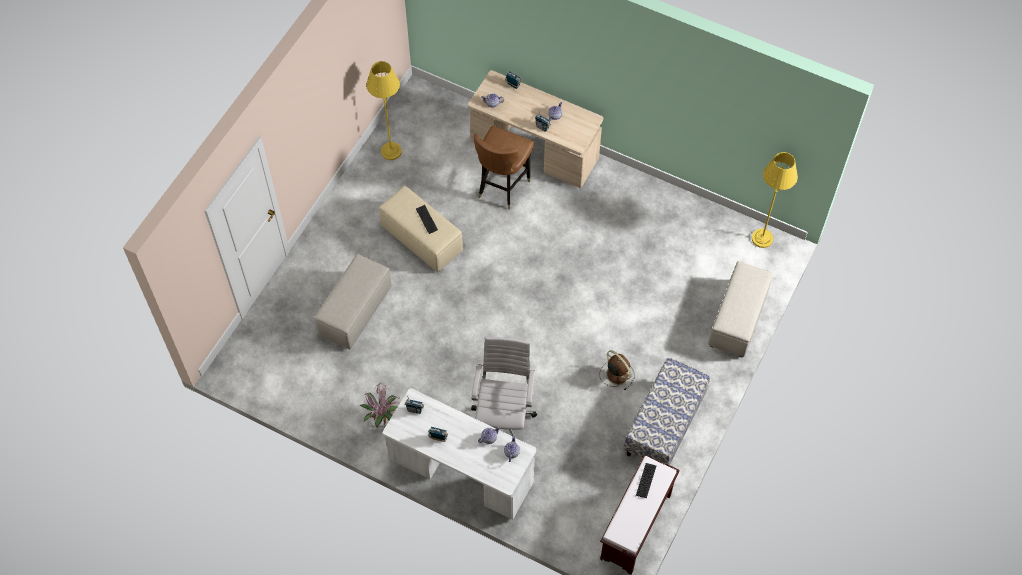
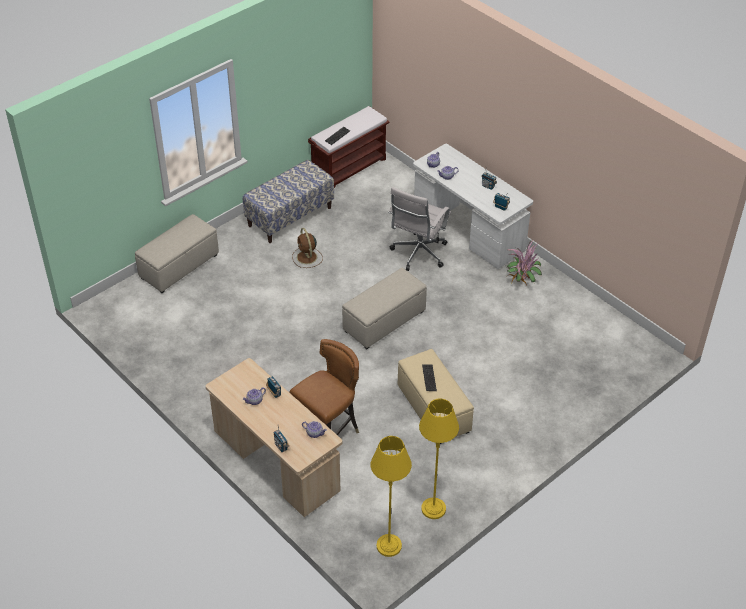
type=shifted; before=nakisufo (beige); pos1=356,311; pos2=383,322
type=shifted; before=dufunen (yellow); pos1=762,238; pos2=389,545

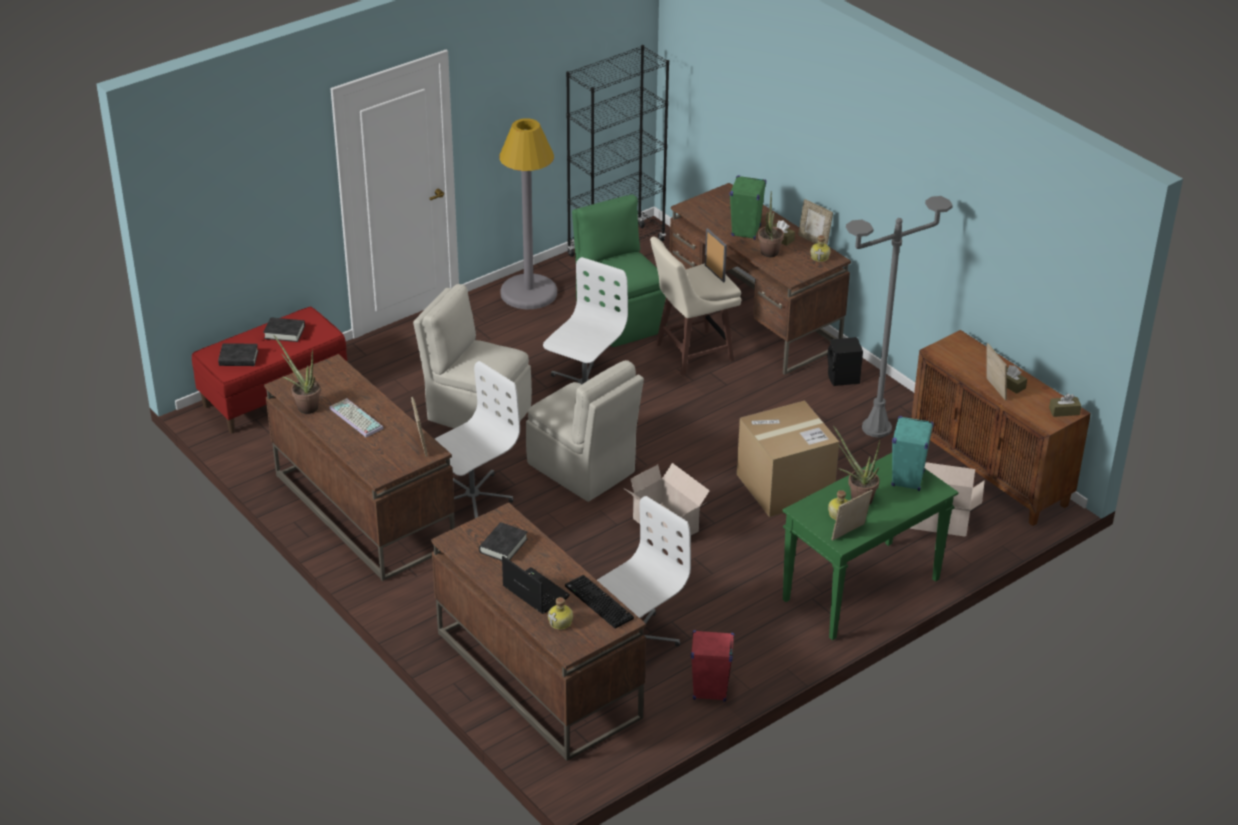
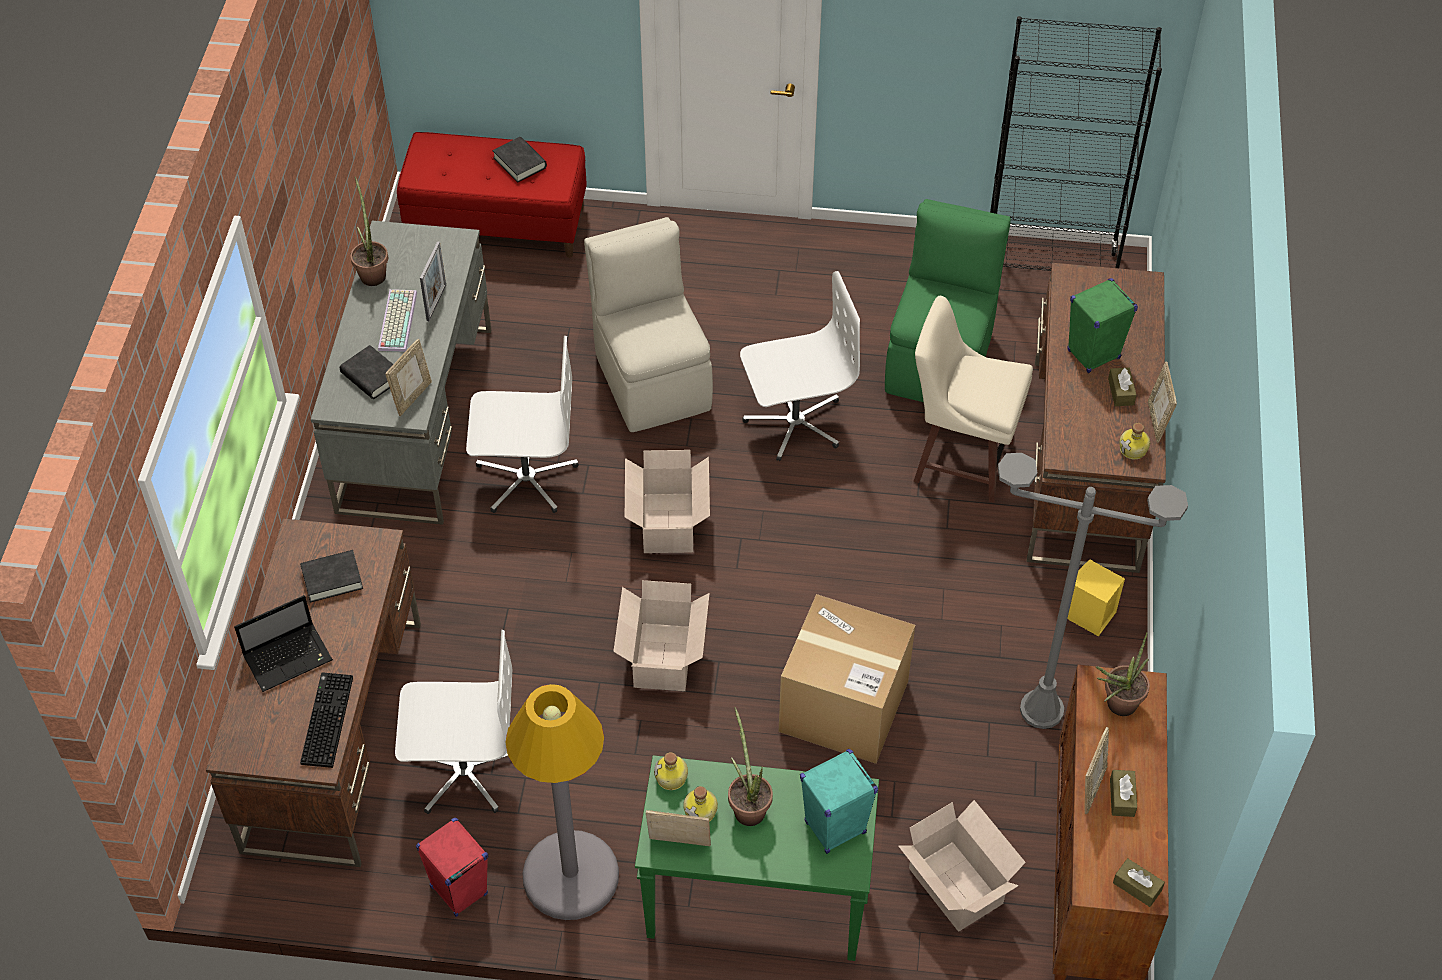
type=shifted; before=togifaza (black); pos1=238,358; pos2=371,376
type=repainted; before=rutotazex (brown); after=rutotazex (grey); pos1=363,510; pos2=416,418
type=shifted; before=dufunen (grey); pos1=528,293; pos2=571,875
type=rotated; before=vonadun; pos1=534,592; pos2=289,657; turn=60
type=swapped; before=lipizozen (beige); after=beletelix; pos1=582,469; pos2=667,525
type=shifted; before=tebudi; pos1=561,622; pos2=672,778
type=shifted; before=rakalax; pos1=714,273; pos2=436,302
type=shifted; before=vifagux; pos1=768,254; pos2=1116,707
type=repainted; before=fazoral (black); after=fazoral (yellow); pos1=843,378; pos2=1088,615

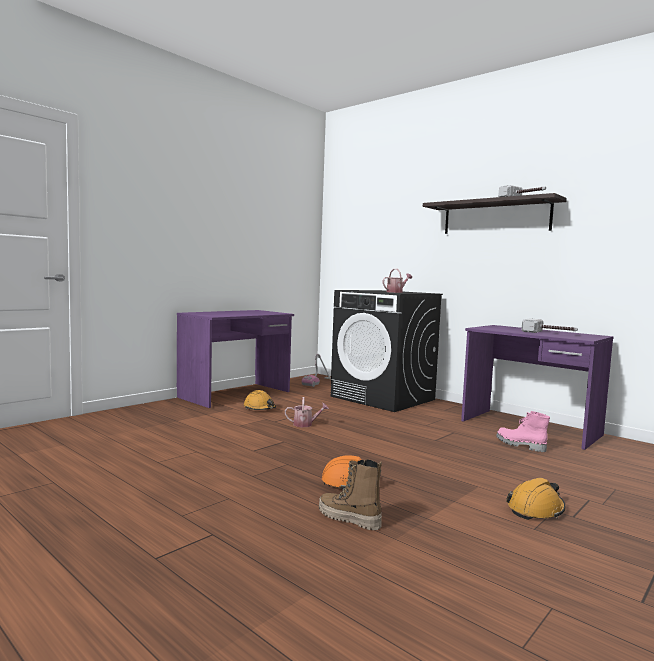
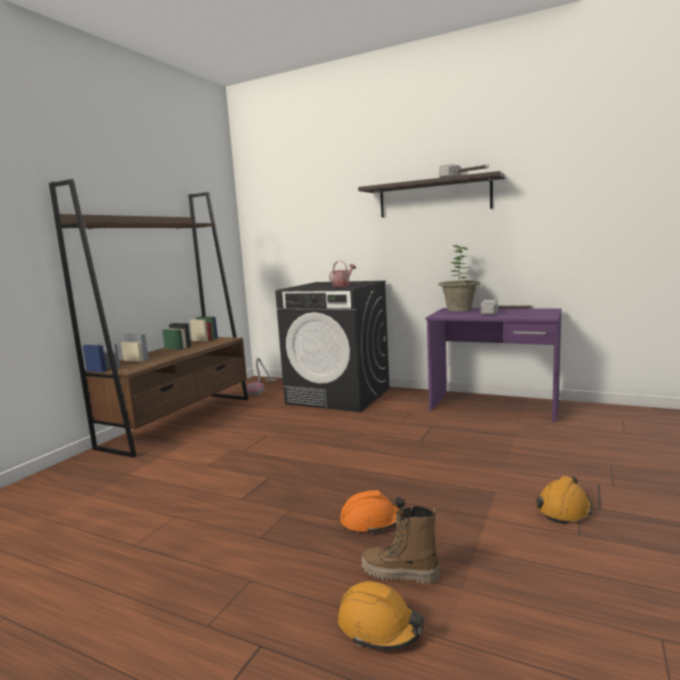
type=swapped; before=rutotazex (purple); after=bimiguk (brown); pos1=236,394; pos2=180,421
type=shifted; before=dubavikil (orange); pos1=259,408; pos2=379,626
type=gone; before=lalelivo; pos1=305,424
type=gone; before=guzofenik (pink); pos1=520,445
type=new; after=vifagux; pos2=459,309

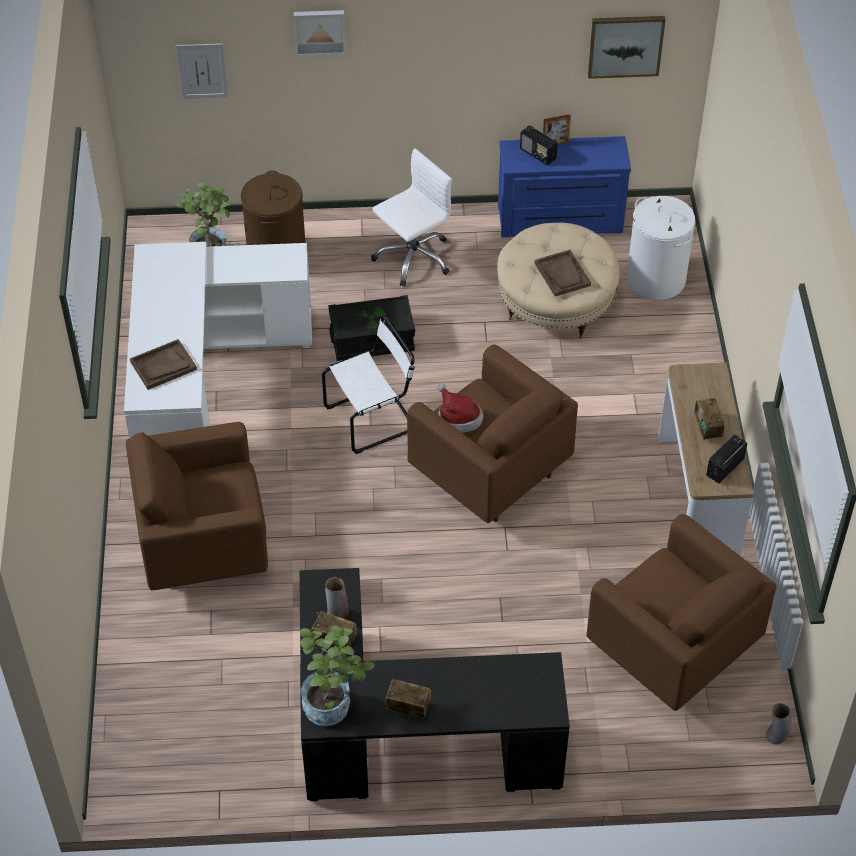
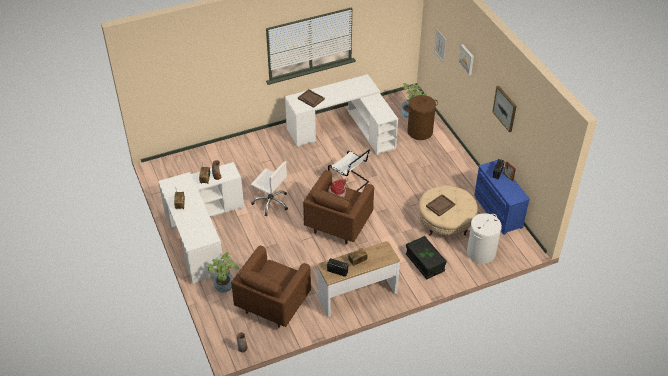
type=gone; before=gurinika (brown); pos1=203,545
type=repainted; before=rutotazex (black); after=rutotazex (white); pos1=405,739; pos2=201,233
type=shifted; before=vifagux; pos1=334,705; pos2=224,288
type=shifted; before=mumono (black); pos1=372,340; pos2=425,263
type=shifted; before=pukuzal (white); pos1=412,257; pos2=271,202
type=shifted; before=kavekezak; pos1=625,45; pos2=505,108

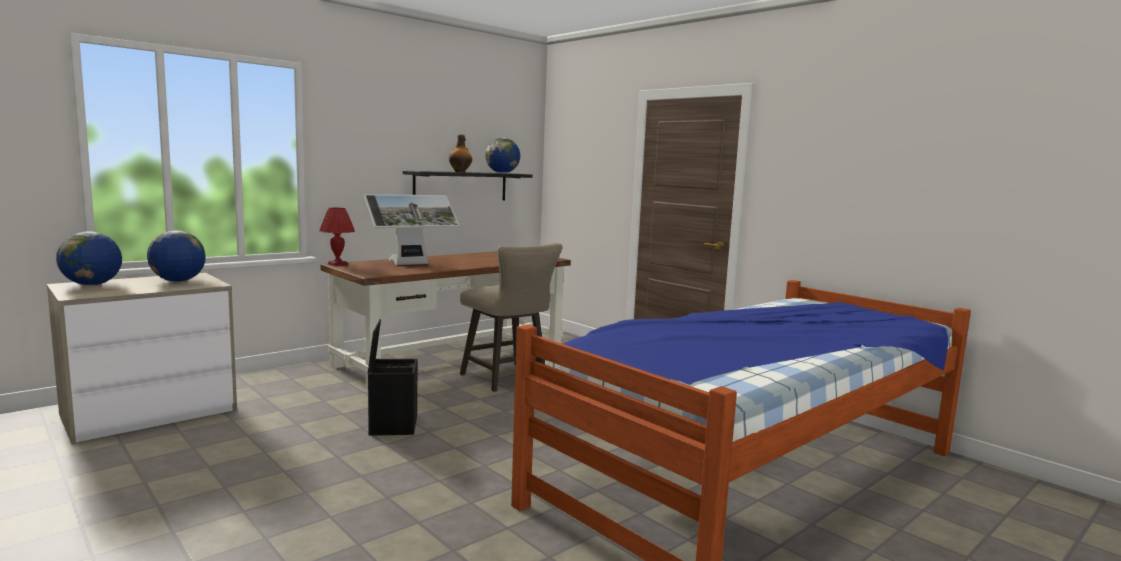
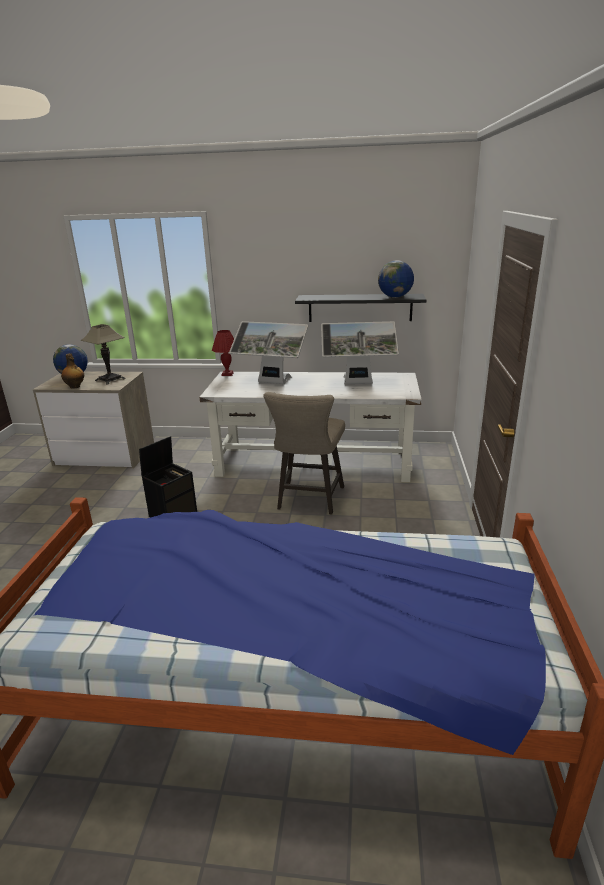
type=swapped; before=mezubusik; after=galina; pos1=178,281; pos2=110,379
type=repainted; before=rutotazex (brown); after=rutotazex (white); pos1=453,357; pos2=314,462
type=shifted; before=tebudi; pos1=460,172; pos2=75,387
type=new; after=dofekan; pos2=358,383

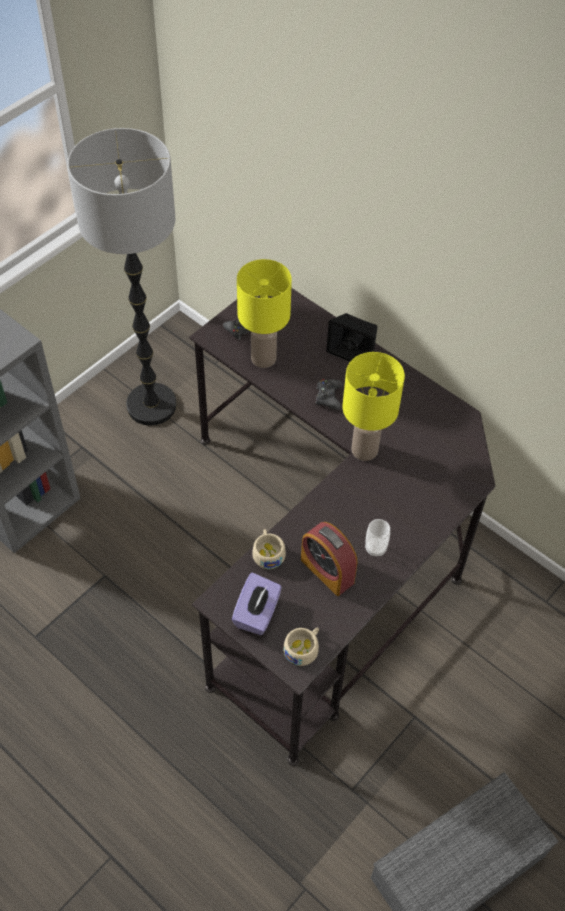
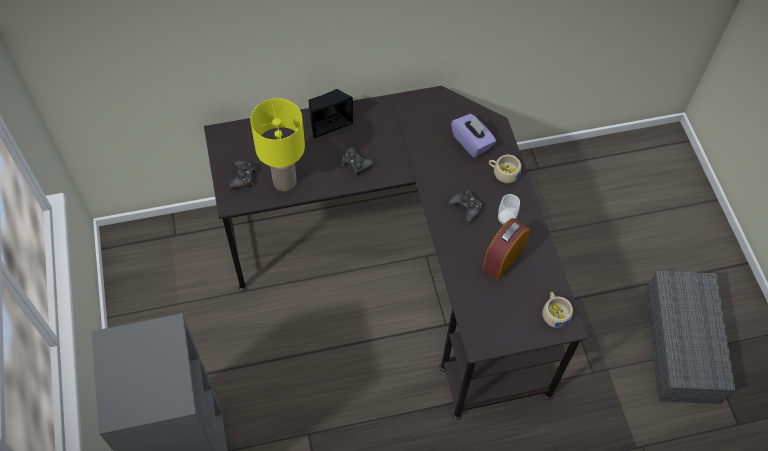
type=gone; before=dufunen; pos1=152,405
type=shifted; before=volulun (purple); pos1=257,613; pos2=472,142
type=shifted; before=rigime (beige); pos1=268,553; pos2=503,172
type=rotated; before=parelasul; pos1=327,571; pos2=503,259; turn=135
type=gone; before=galina (yellow); pos1=365,449
type=new; after=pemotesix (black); pos2=467,207

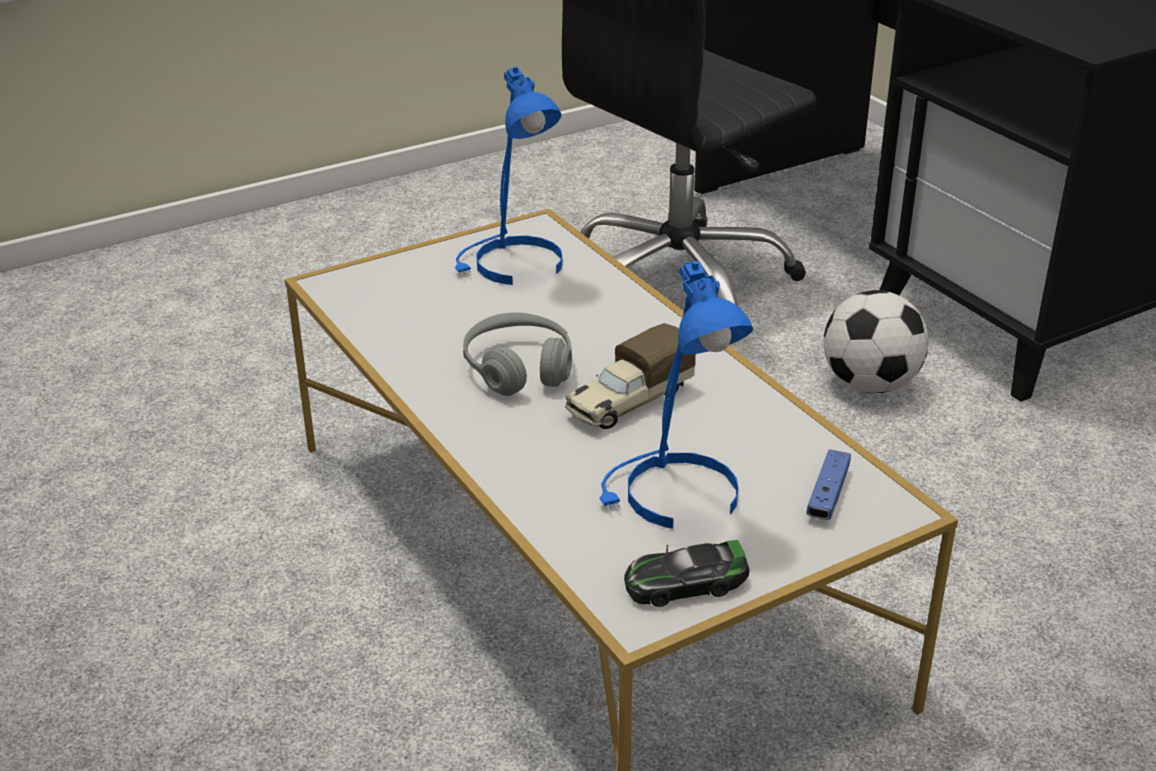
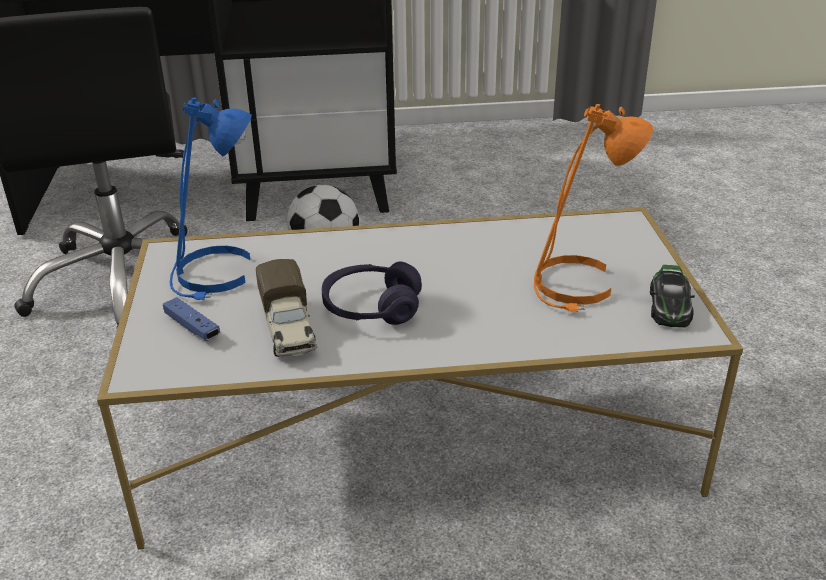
type=repainted; before=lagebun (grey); after=lagebun (purple); pos1=518,369; pos2=372,308
type=shifted; before=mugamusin; pos1=628,402; pos2=288,329
type=repainted; before=galina (blue); after=galina (orange); pos1=674,497; pos2=576,286
type=shifted; before=pemotesix (blue); pos1=827,495; pos2=192,327

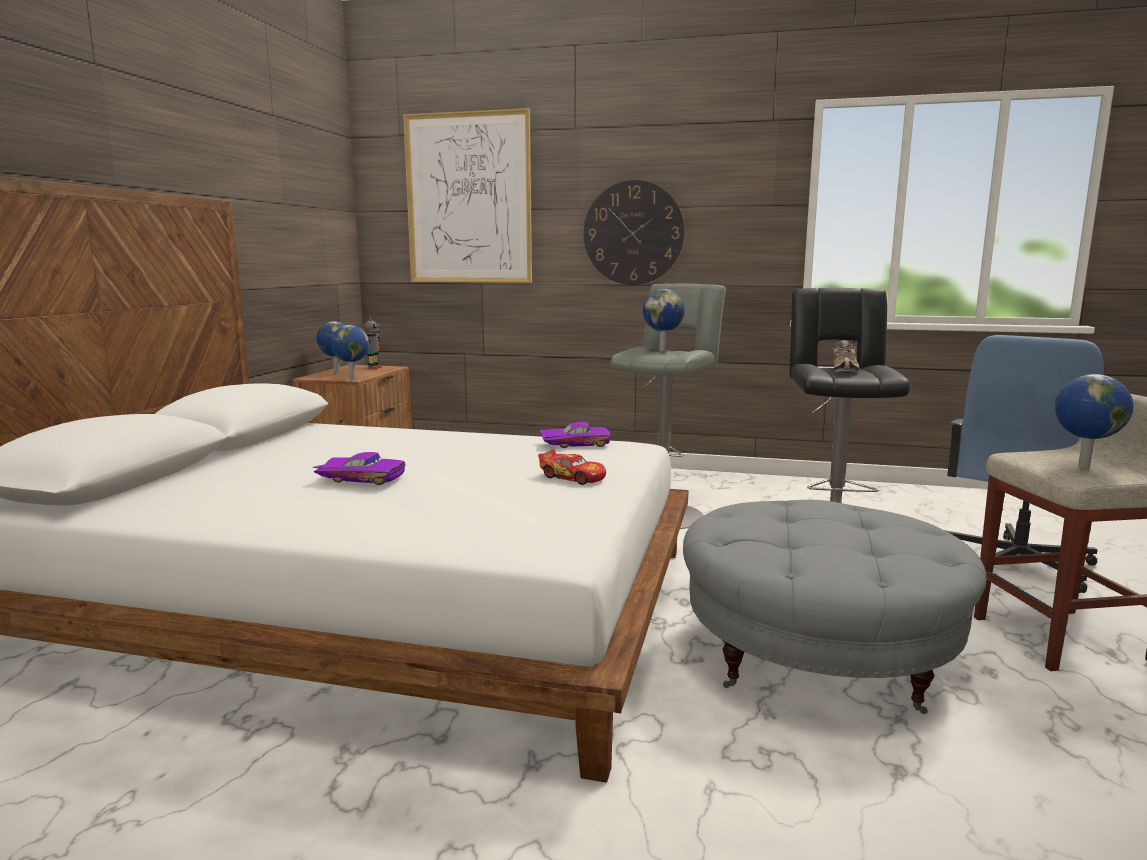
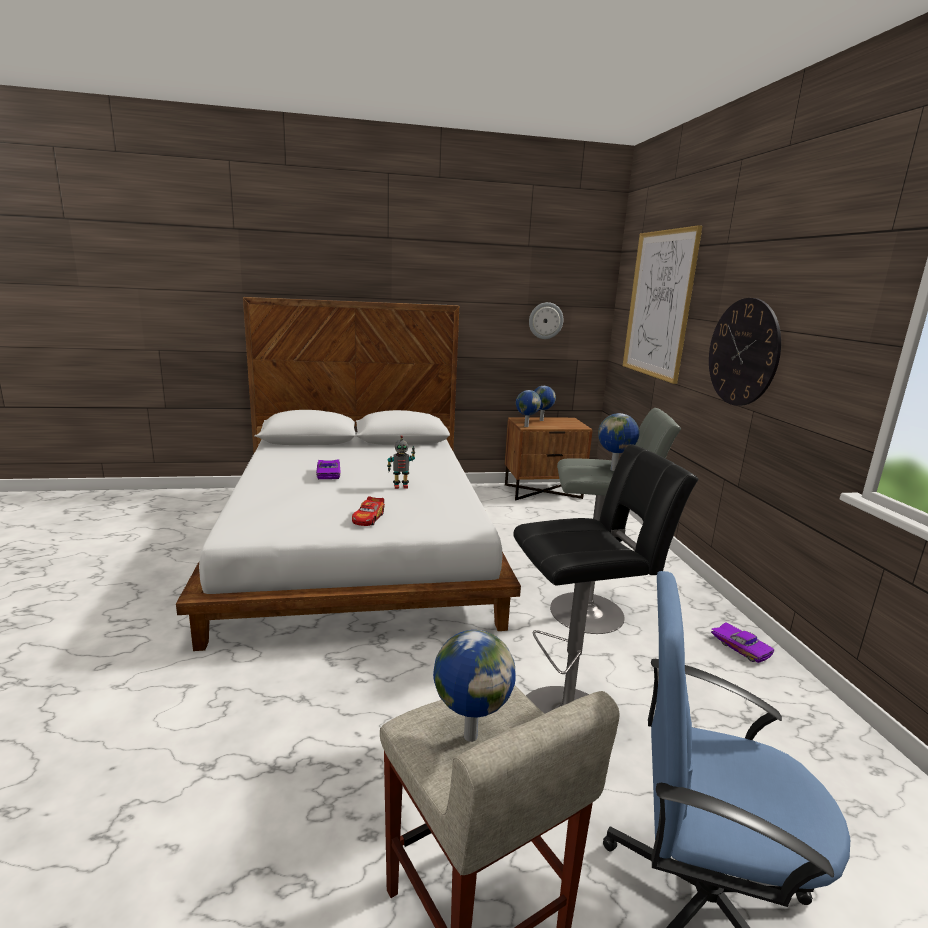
type=shifted; before=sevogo; pos1=374,368; pos2=400,486
type=shifted; before=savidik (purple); pos1=574,443; pos2=741,647
type=gone; before=nakisufo (grey); pos1=817,655
type=gone; before=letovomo; pos1=844,370
type=new; after=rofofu; pos2=545,320

